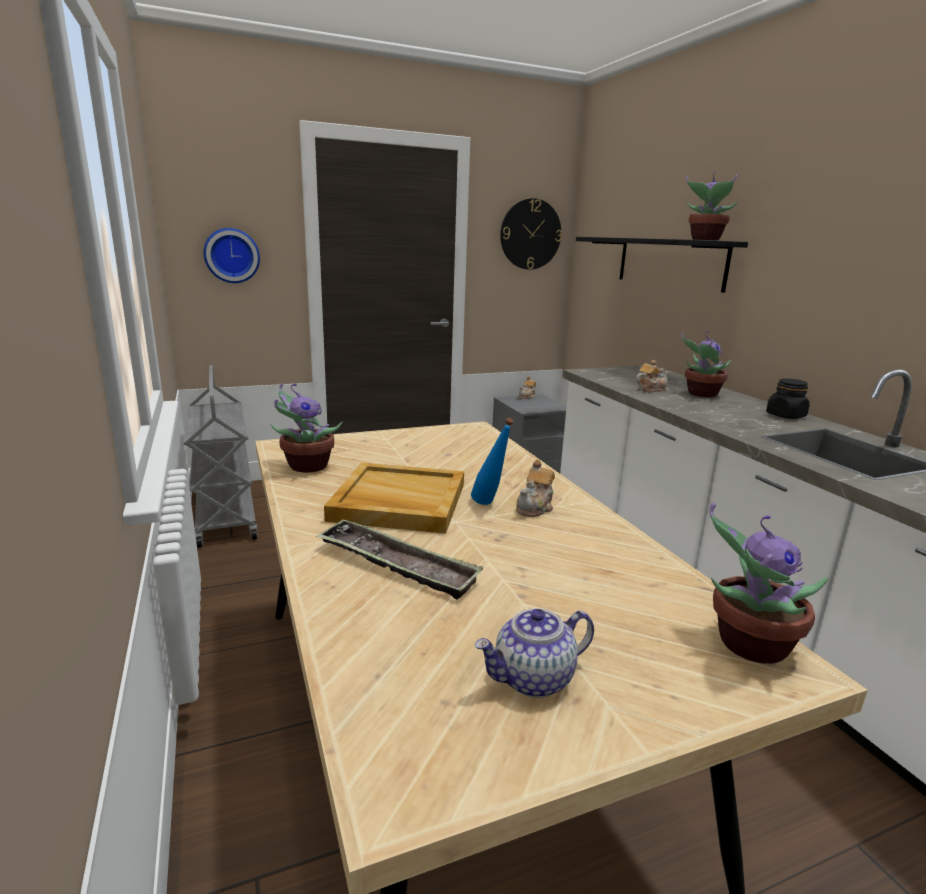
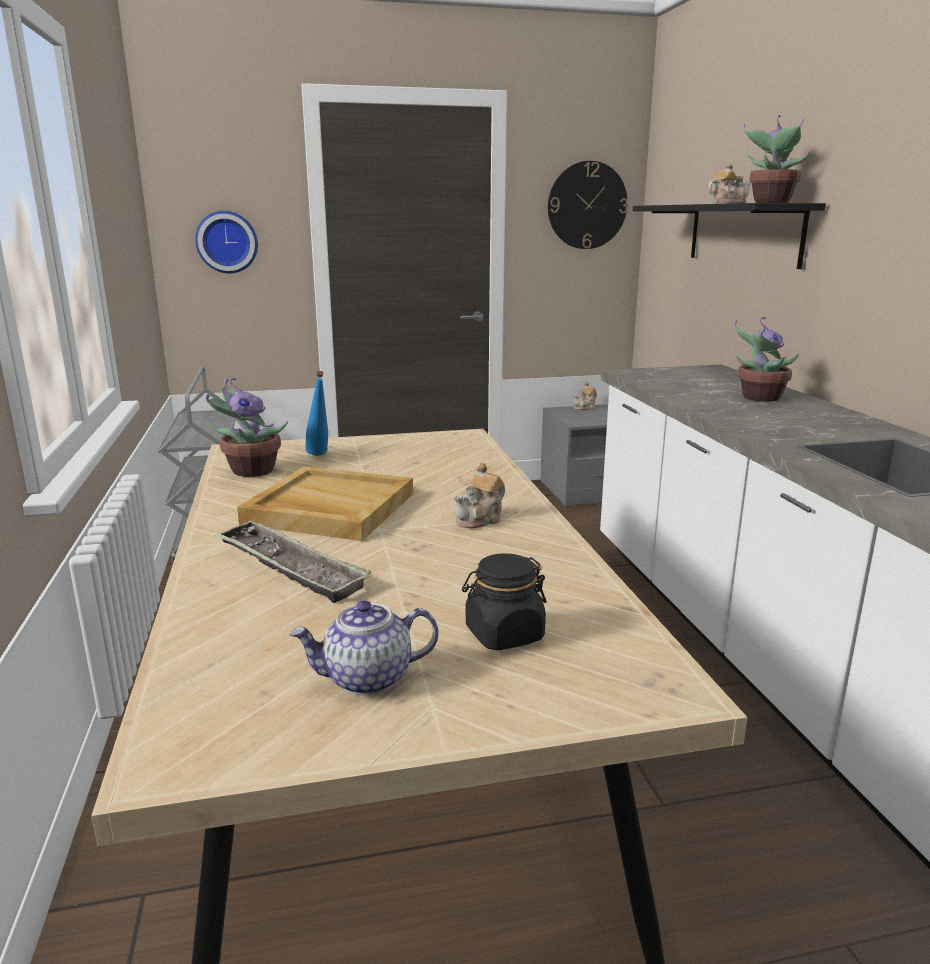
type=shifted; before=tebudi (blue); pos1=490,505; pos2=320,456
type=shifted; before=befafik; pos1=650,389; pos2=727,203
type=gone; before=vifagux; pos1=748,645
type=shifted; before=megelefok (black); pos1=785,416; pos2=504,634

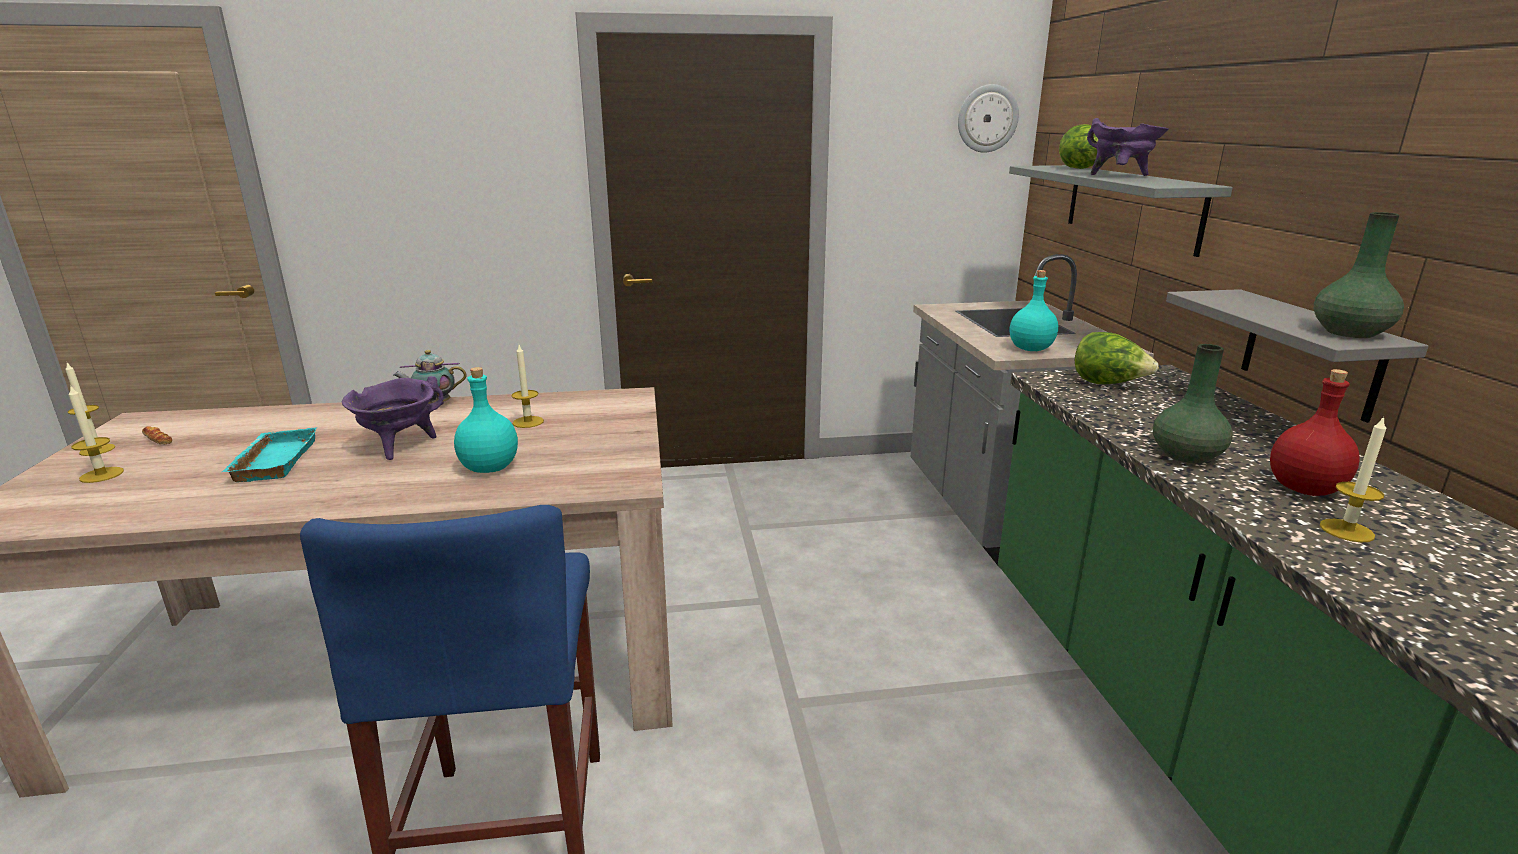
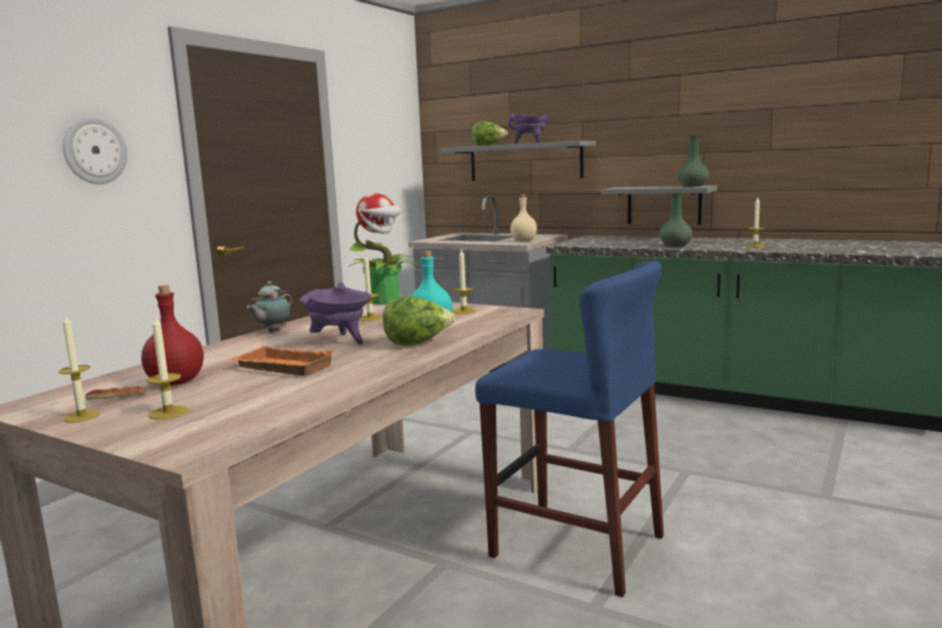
type=repainted; before=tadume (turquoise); after=tadume (orange); pos1=272,461; pos2=281,368
type=shifted; before=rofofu; pos1=987,118; pos2=94,150
type=repainted; before=tebudi (turquoise); after=tebudi (beige); pos1=1031,349; pos2=524,241
type=shifted; before=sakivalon; pos1=1108,384; pos2=417,343
type=shifted; before=tebudi (red); pos1=1306,489; pos2=177,382
type=new; after=vifagux; pos2=385,301
type=new; after=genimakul; pos2=464,311

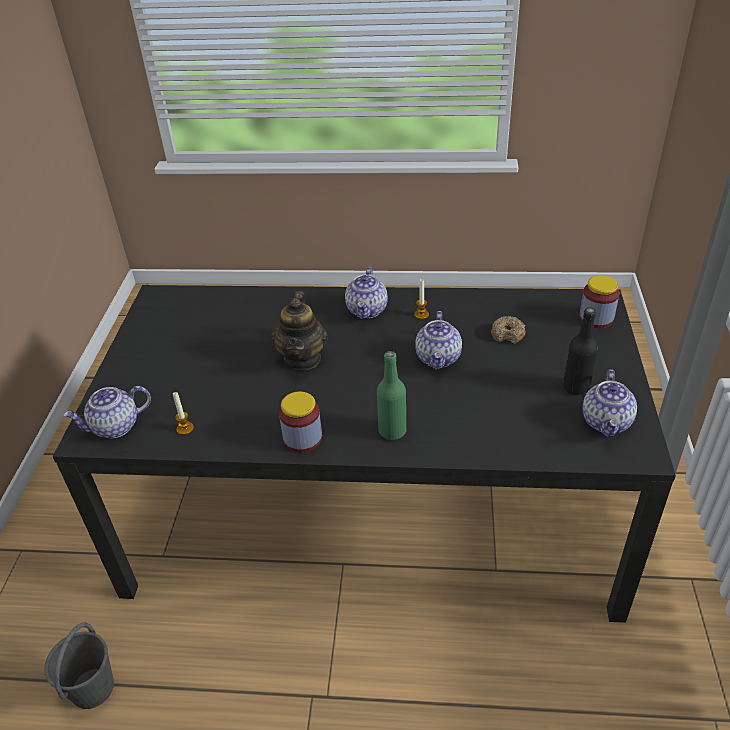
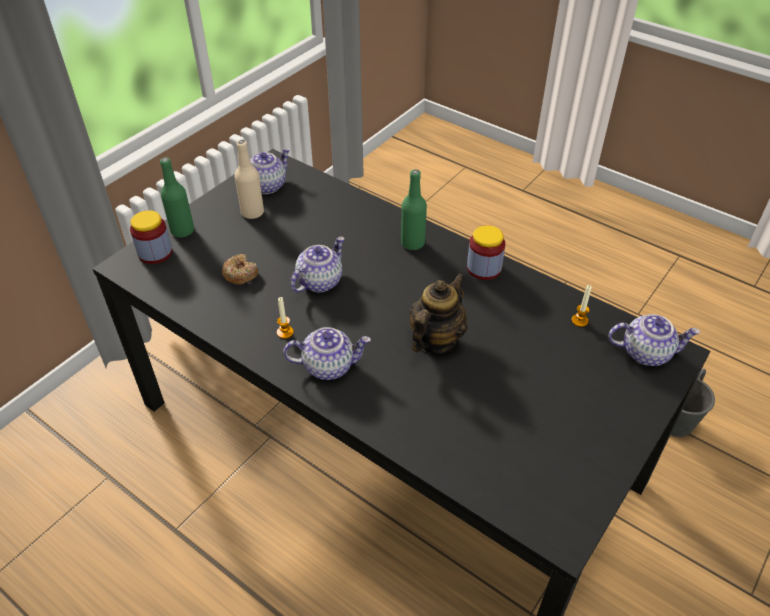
type=rotated; before=befafik; pos1=367,310; pos2=329,365; turn=45
type=repainted; before=tebudi (black); after=tebudi (beige); pos1=576,387; pos2=252,212
type=new; after=tebudi (green); pos2=182,231

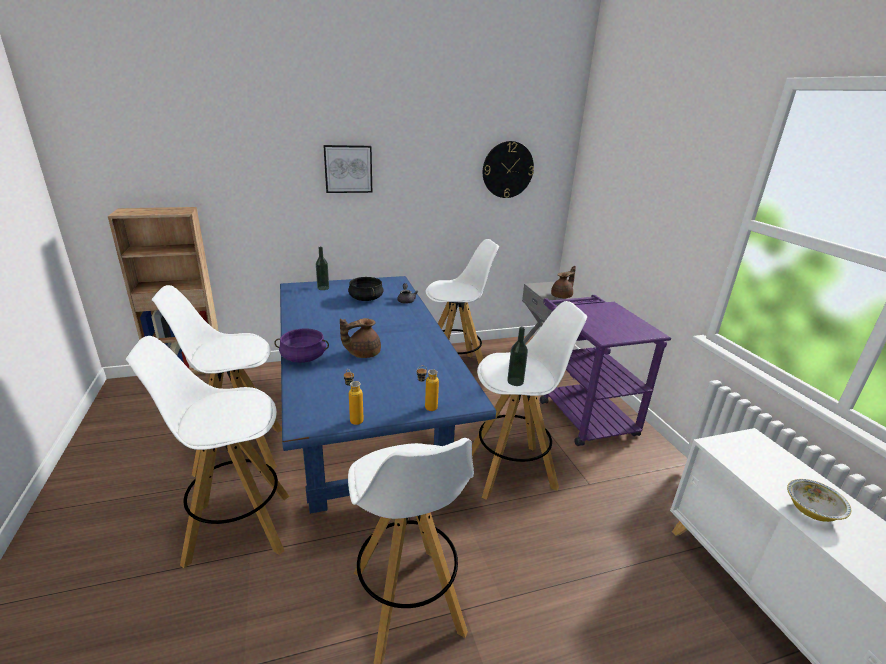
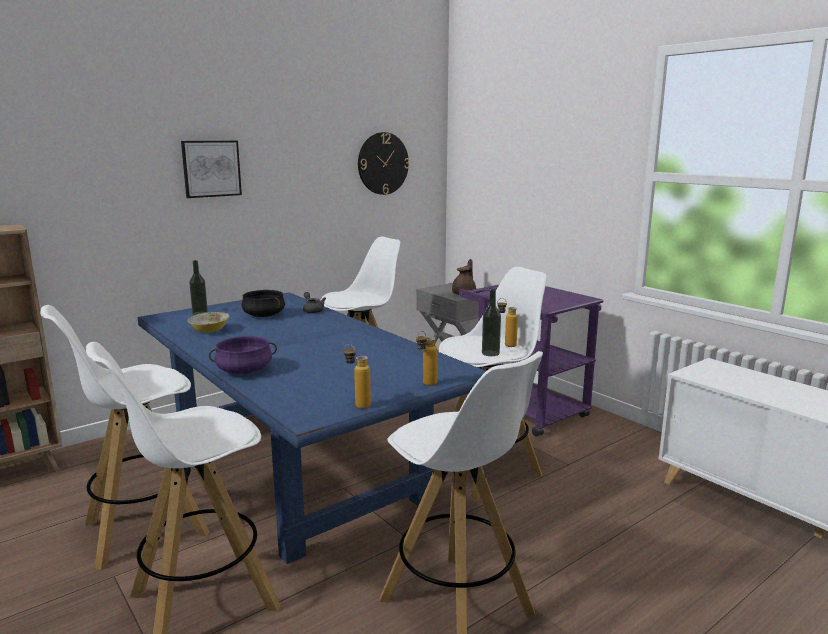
type=gone; before=befafik (brown); pos1=362,353
type=shifted; before=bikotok; pos1=812,511; pos2=209,331
type=new; after=tebudi; pos2=505,344

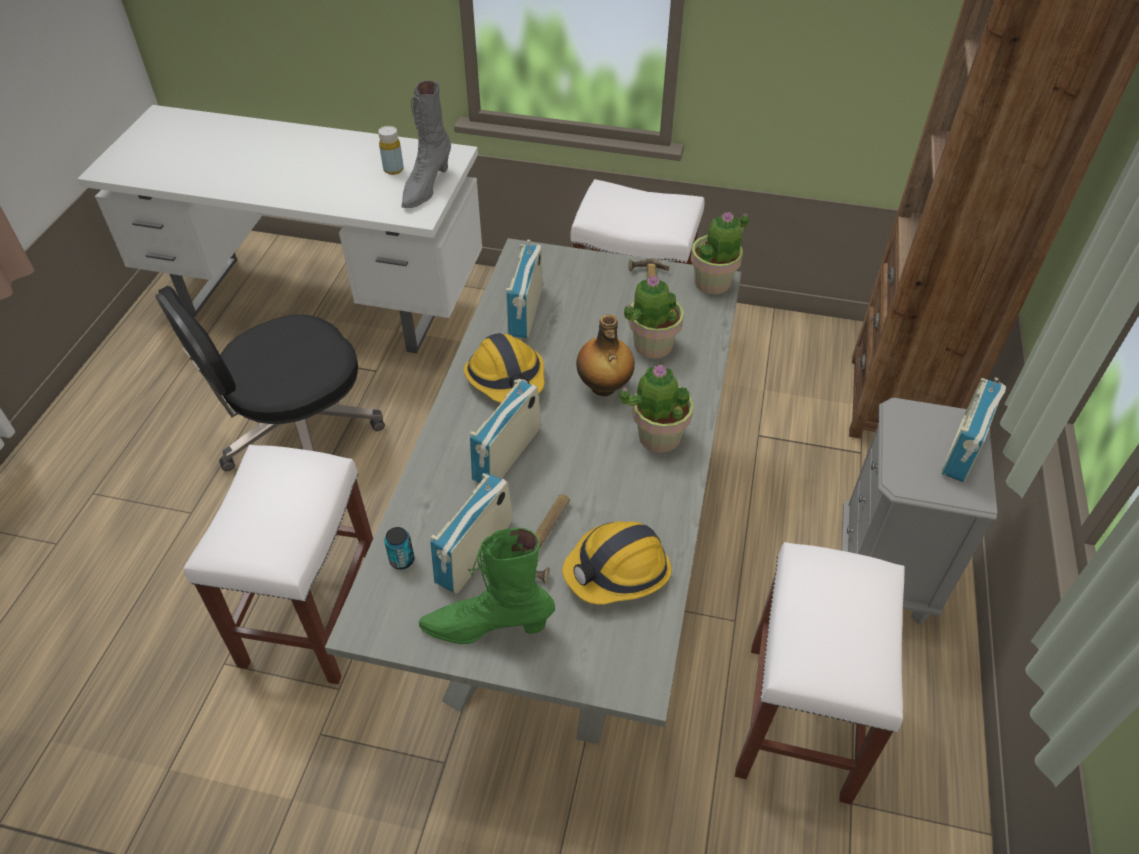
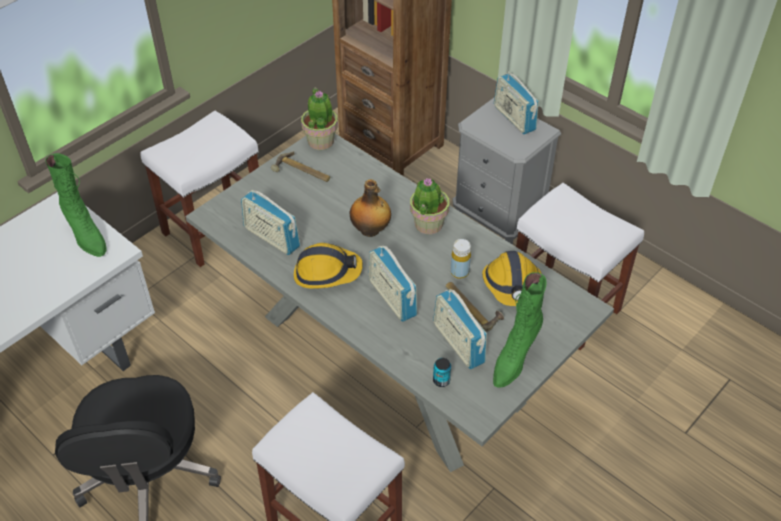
type=shifted; before=tebudi (yellow); pos1=393,169; pos2=459,272
type=repainted; before=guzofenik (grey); after=guzofenik (green); pos1=426,187; pos2=86,235
type=gone; before=vifagux; pos1=652,345

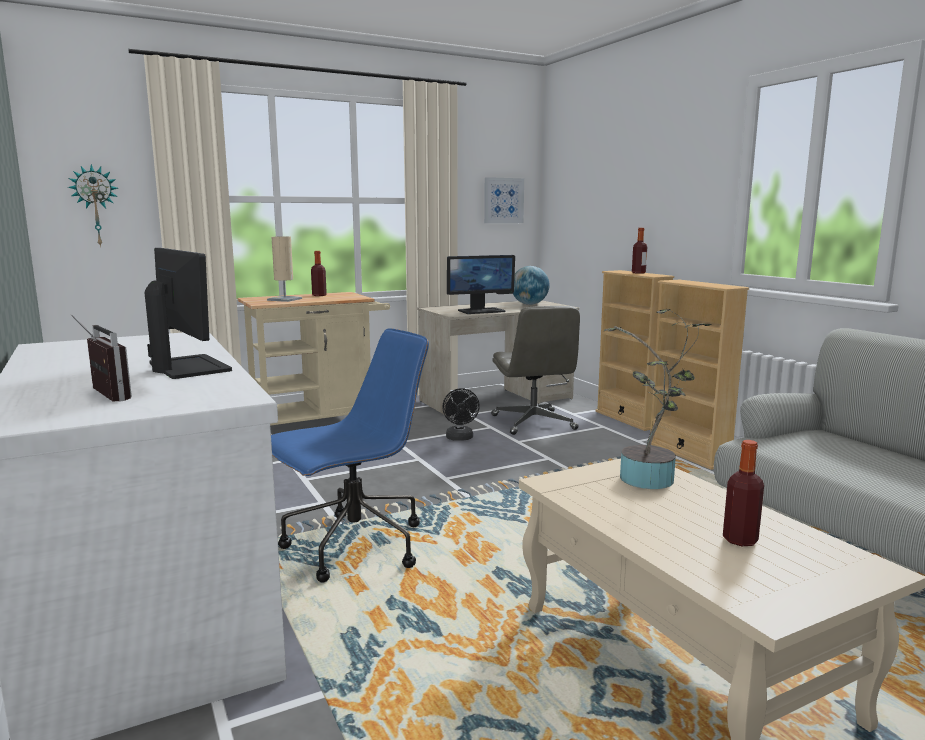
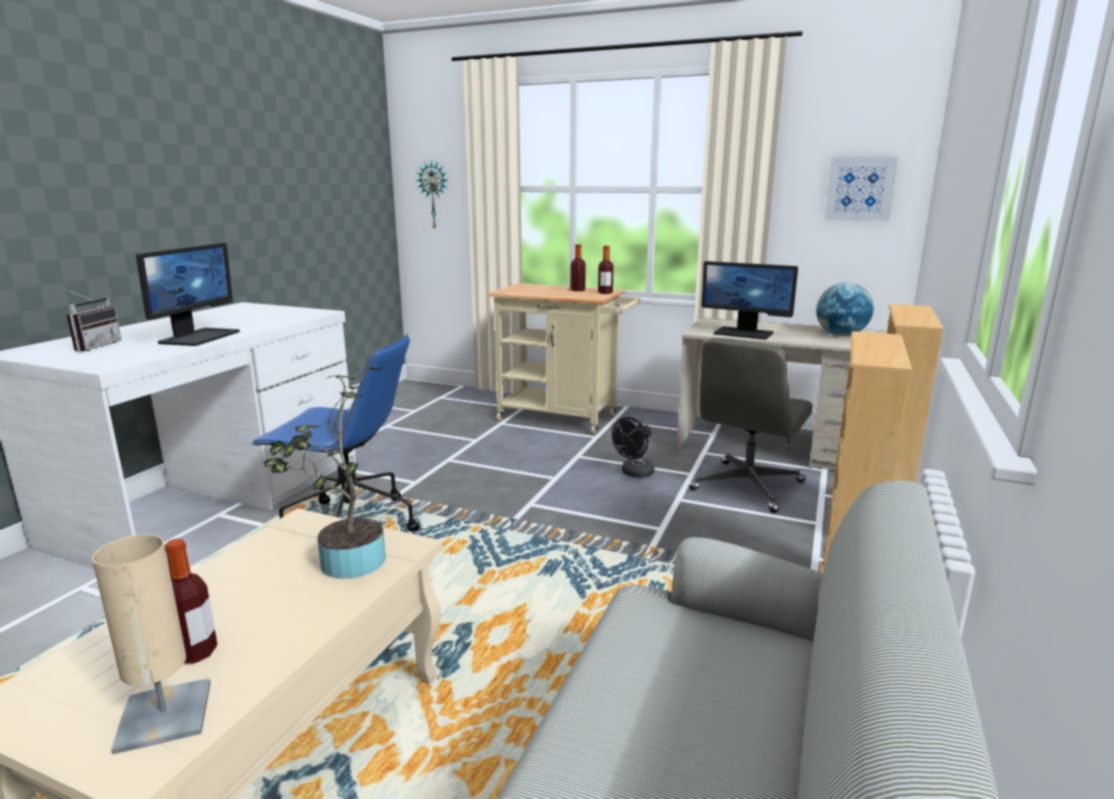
type=shifted; before=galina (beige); pos1=284,299; pos2=164,716
type=shifted; before=tebudi; pos1=638,273; pos2=605,293

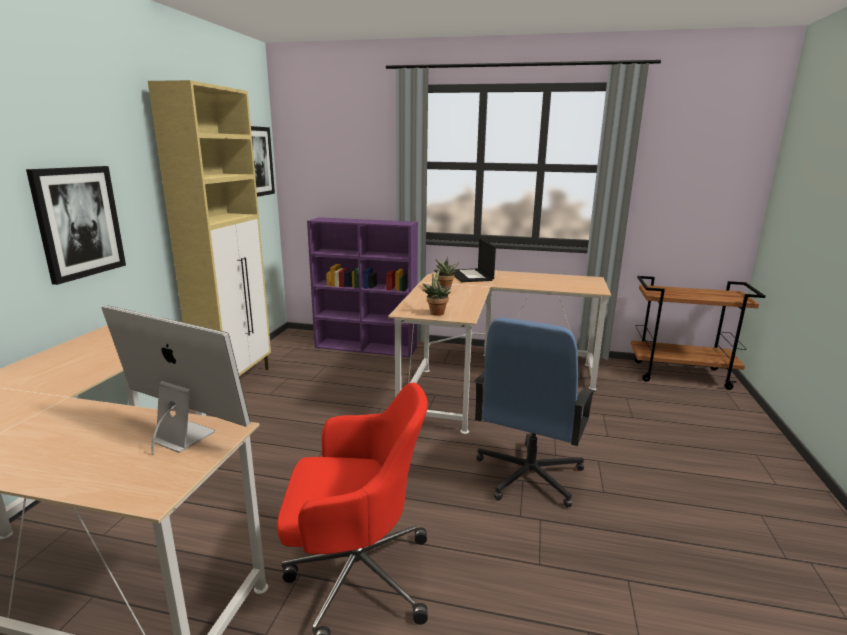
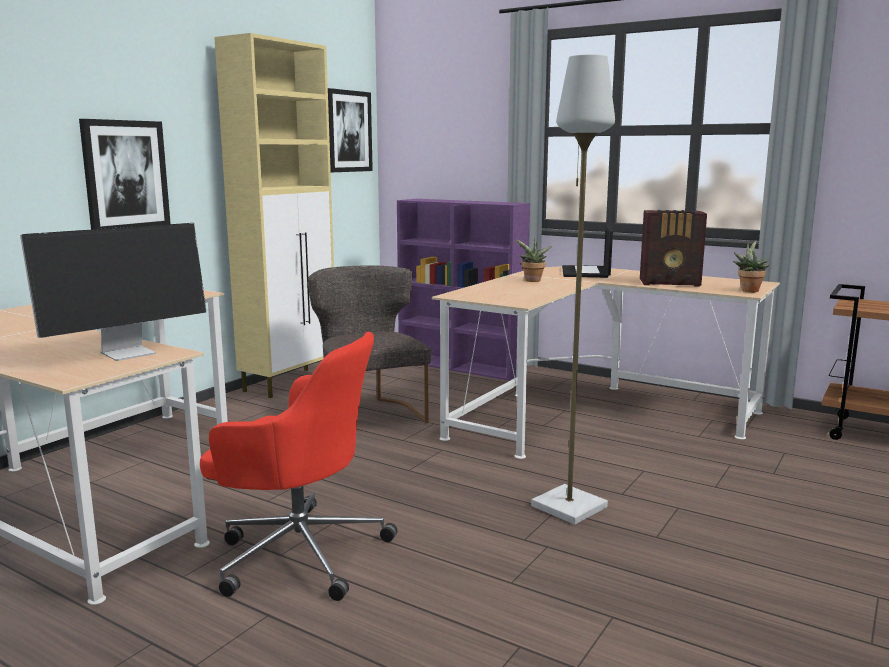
type=rotated; before=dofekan; pos1=182,437; pos2=129,353; turn=90
type=shifted; before=vifagux; pos1=436,313; pos2=748,290
type=swapped; before=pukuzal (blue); after=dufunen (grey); pos1=528,475; pos2=567,506
type=new; after=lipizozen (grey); pos2=369,413
type=new; after=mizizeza; pos2=671,283

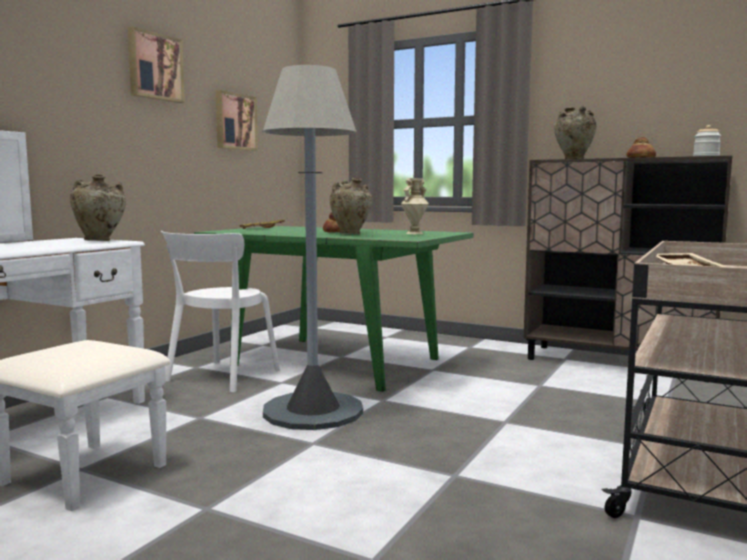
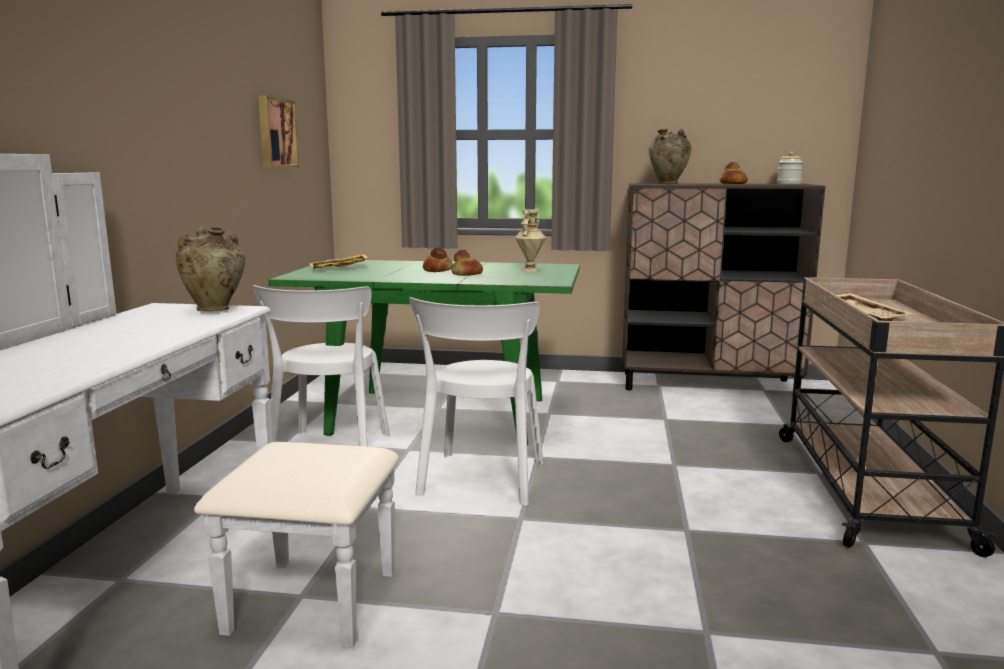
type=gone; before=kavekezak; pos1=154,67
type=swapped; before=dufunen (grey); after=lipizozen (white); pos1=313,411; pos2=481,481
type=swapped; before=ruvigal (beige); after=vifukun; pos1=350,234; pos2=466,275

